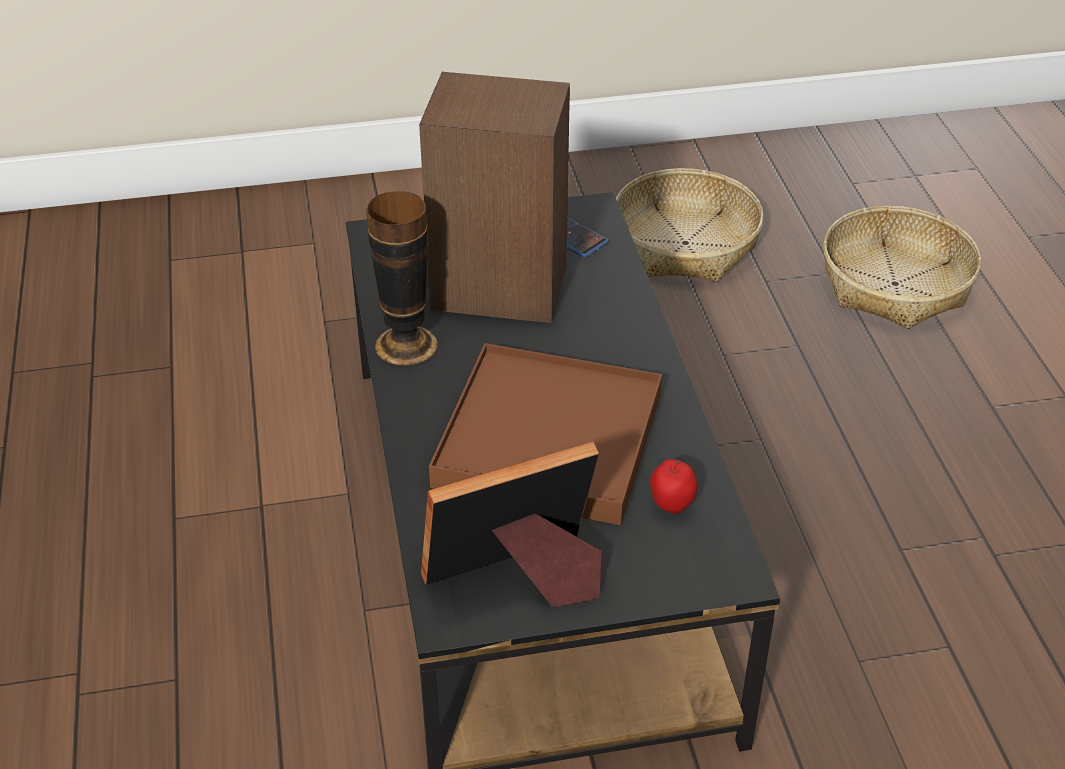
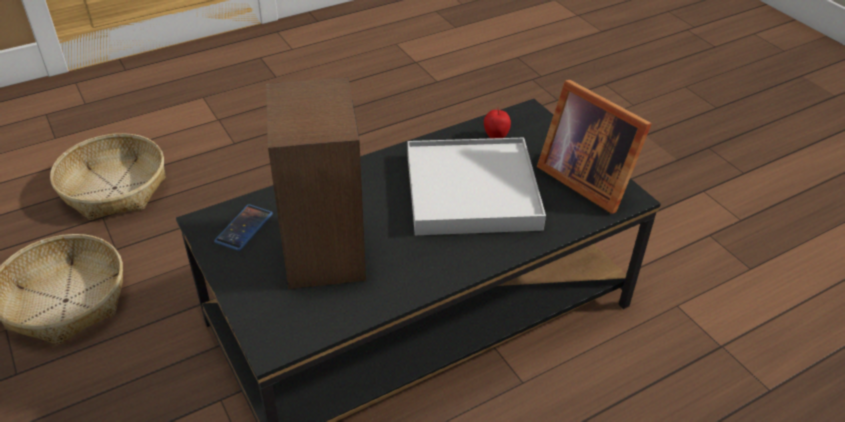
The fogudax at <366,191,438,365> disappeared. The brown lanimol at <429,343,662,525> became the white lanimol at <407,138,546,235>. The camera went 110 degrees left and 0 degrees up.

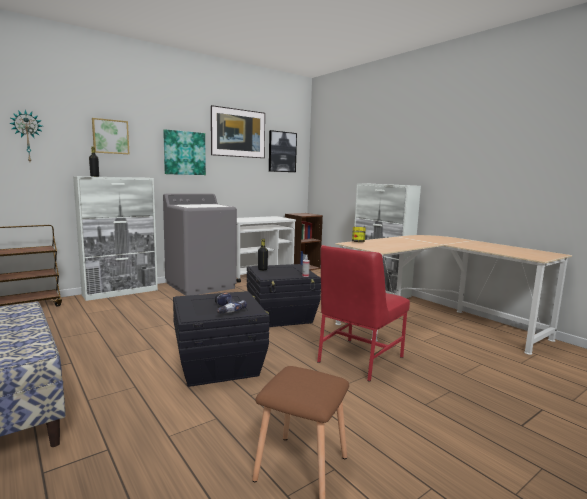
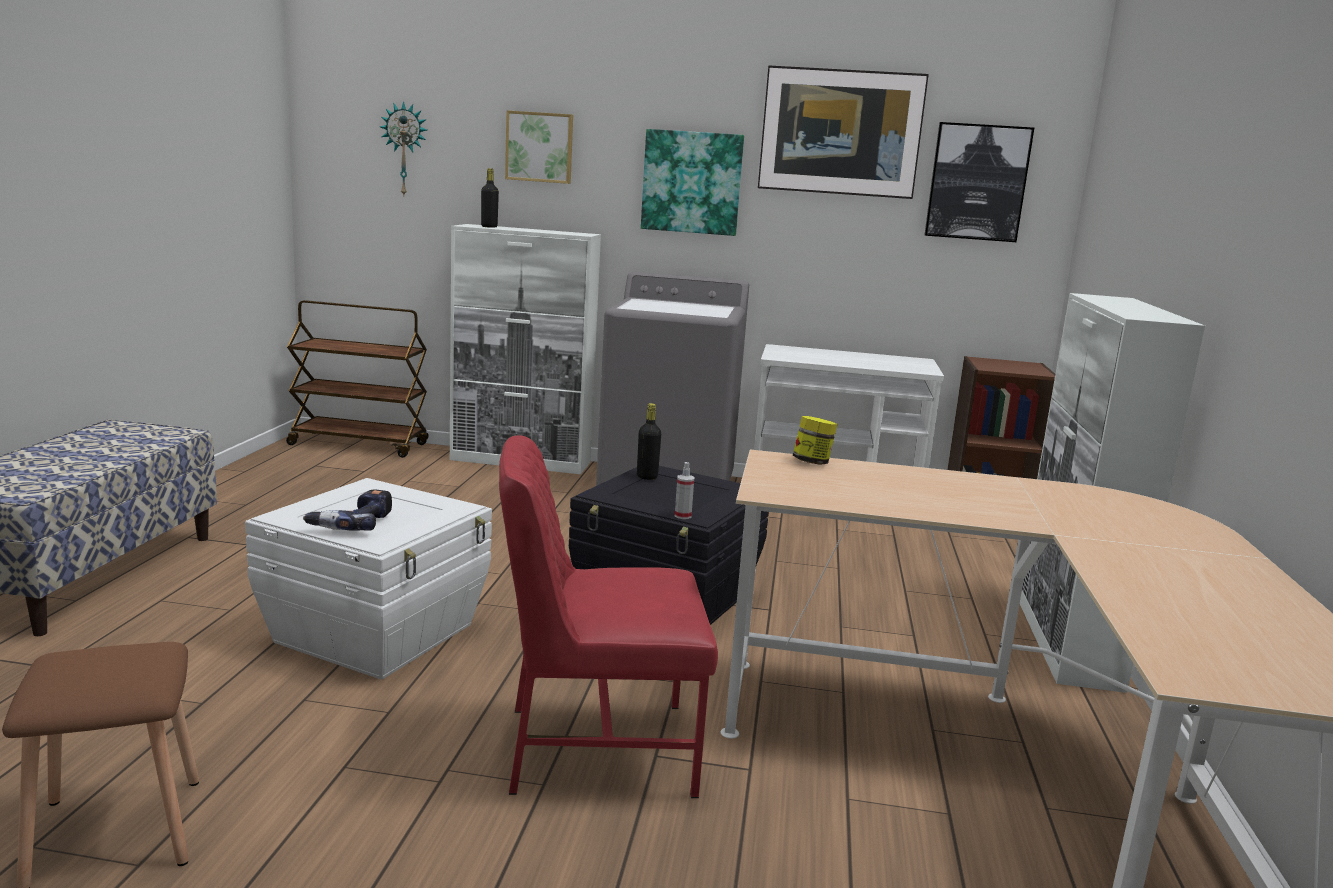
The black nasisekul at <173,291,269,387> became the white nasisekul at <245,478,492,680>. The camera went 45 degrees right and 5 degrees up.

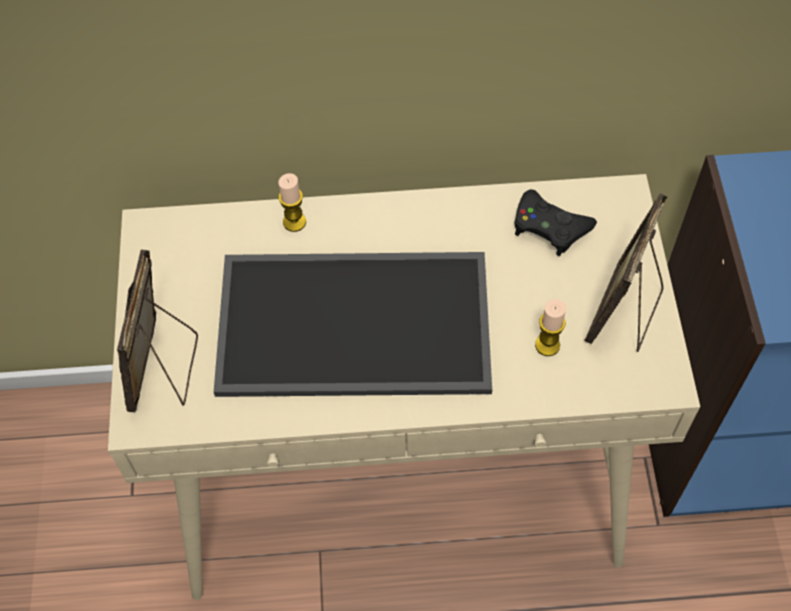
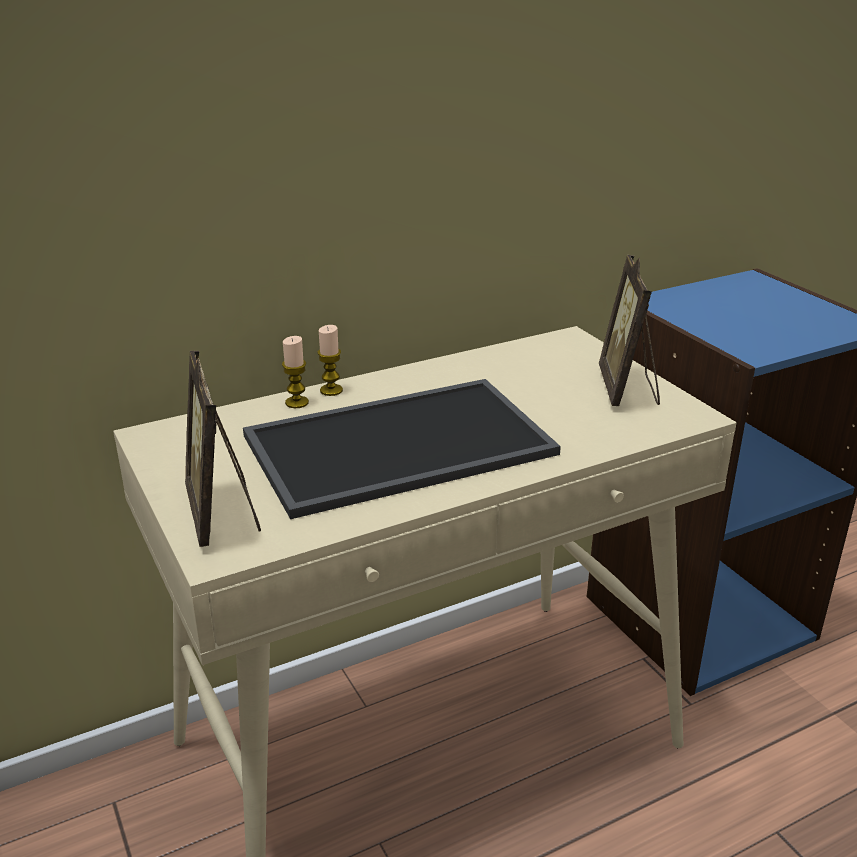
The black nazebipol at <515,189,597,256> disappeared. The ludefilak moved from <535,299,566,356> to <317,325,343,396>. The camera went 25 degrees left and 30 degrees down.

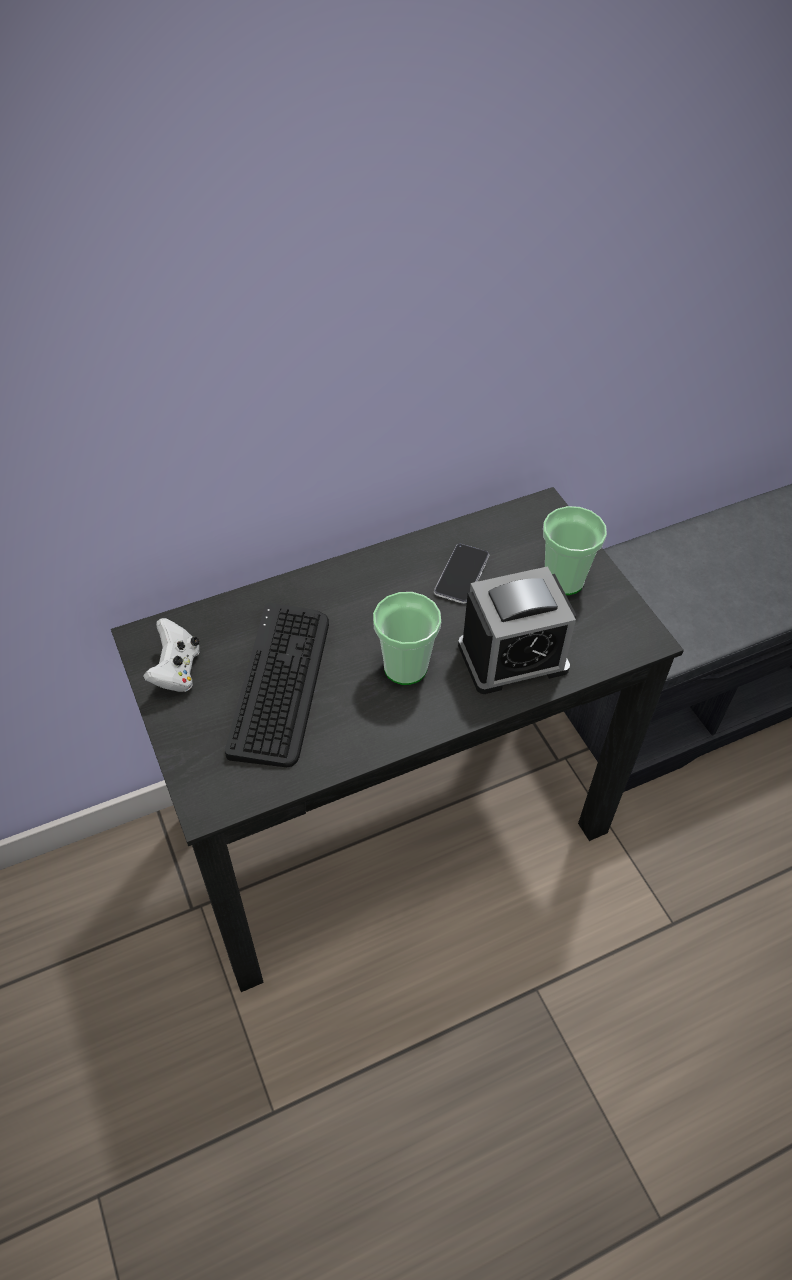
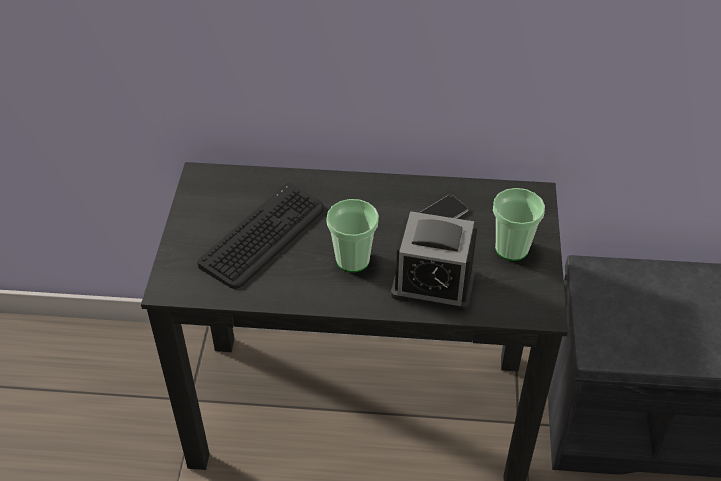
The white nazebipol at <143,618,200,692> disappeared. The camera went 30 degrees right and 5 degrees down.

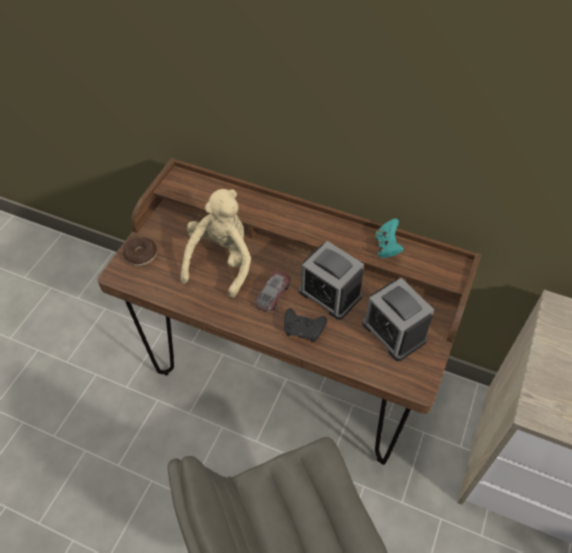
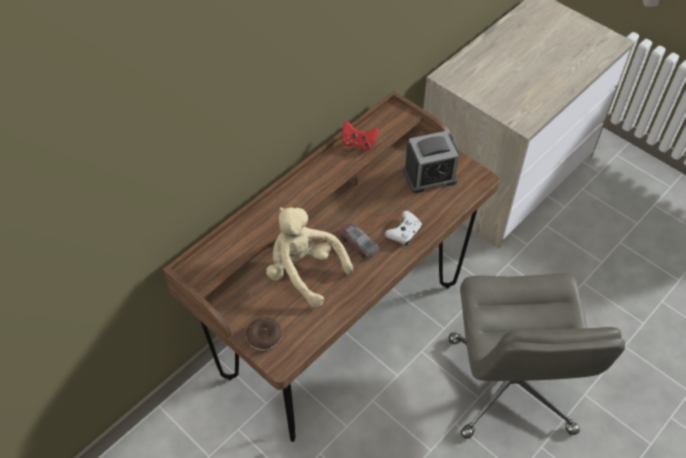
The turquoise nazebipol at <375,218,404,258> became the red nazebipol at <342,121,379,151>. The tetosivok at <299,241,364,320> disappeared. The black nazebipol at <284,308,327,342> became the white nazebipol at <385,211,422,246>. The camera went 70 degrees left and 0 degrees up.

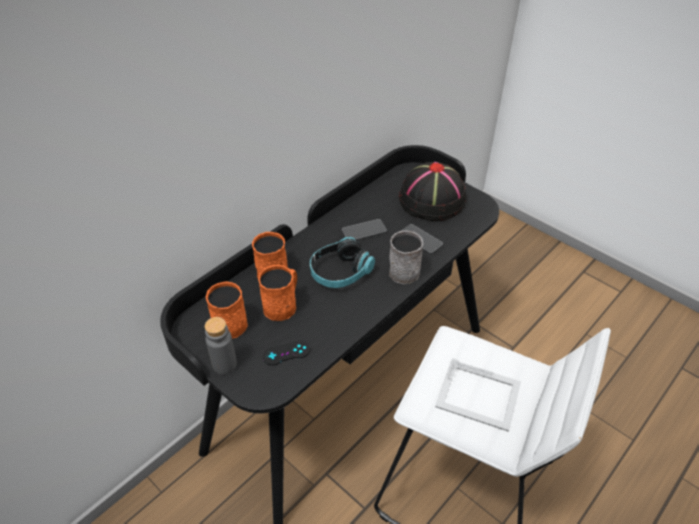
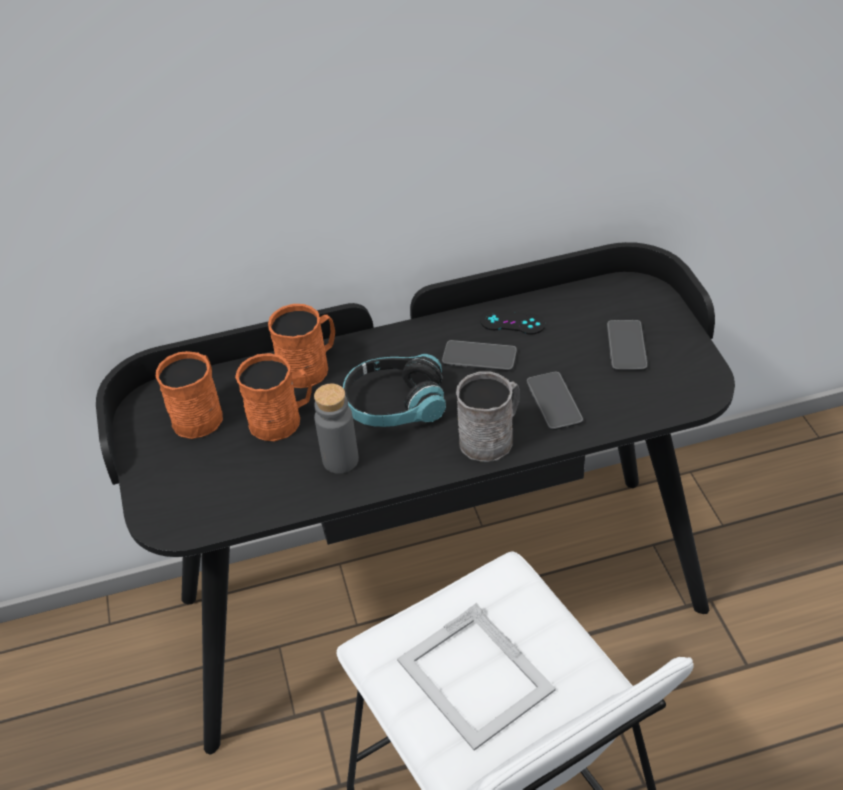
The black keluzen at <399,162,466,221> was replaced by the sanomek at <607,320,648,371>. The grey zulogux moved from <205,317,237,375> to <314,384,359,474>. The black nazebipol moved from <263,341,310,365> to <480,310,545,335>. The camera went 35 degrees right and 0 degrees up.

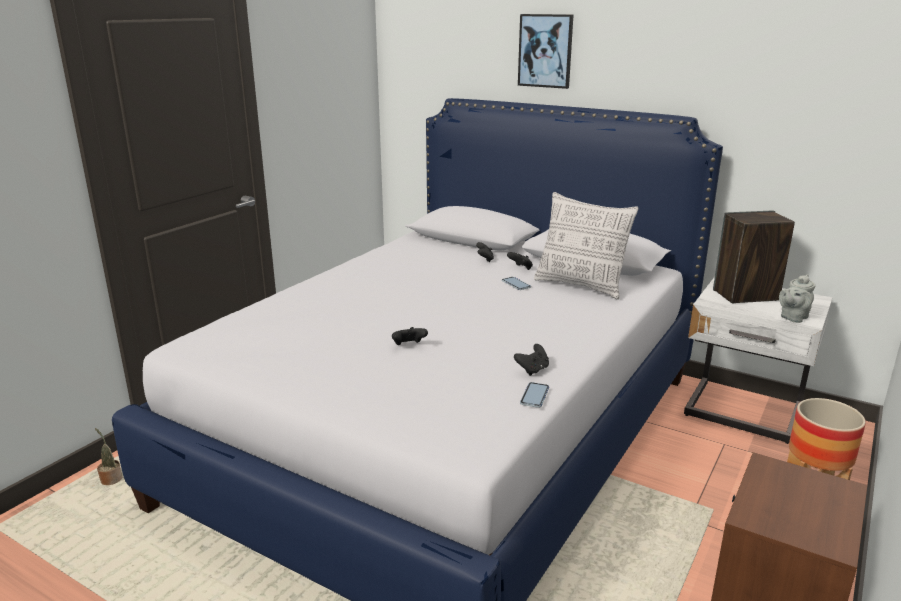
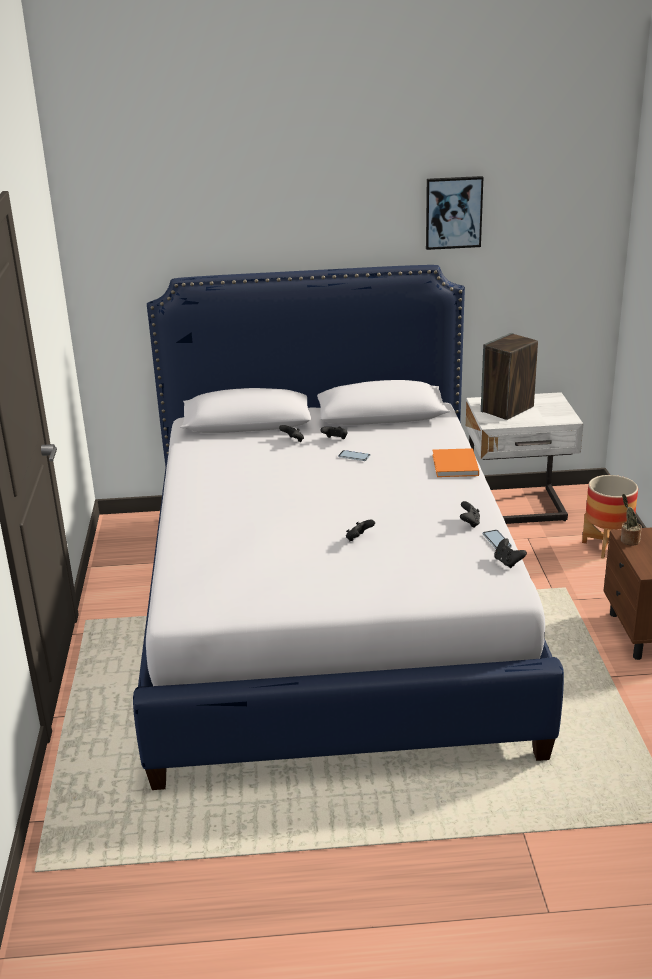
The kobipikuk moved from <518,14,573,89> to <426,176,483,250>. The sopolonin at <534,192,639,300> disappeared. The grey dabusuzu at <779,274,815,323> disappeared. The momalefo moved from <95,428,122,485> to <621,494,642,546>. The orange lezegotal at <432,448,479,477> appeared. The black nazebipol at <494,538,527,568> appeared. The camera went 35 degrees left and 5 degrees up.

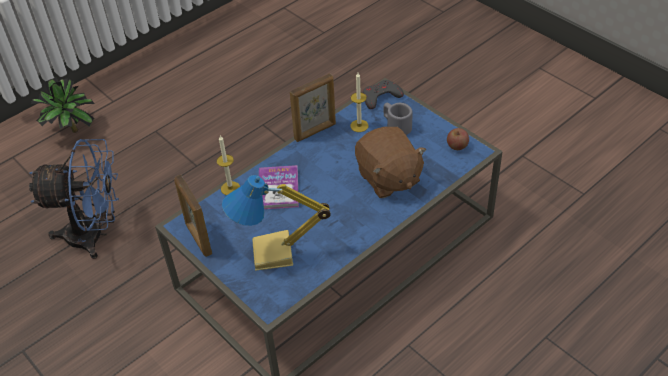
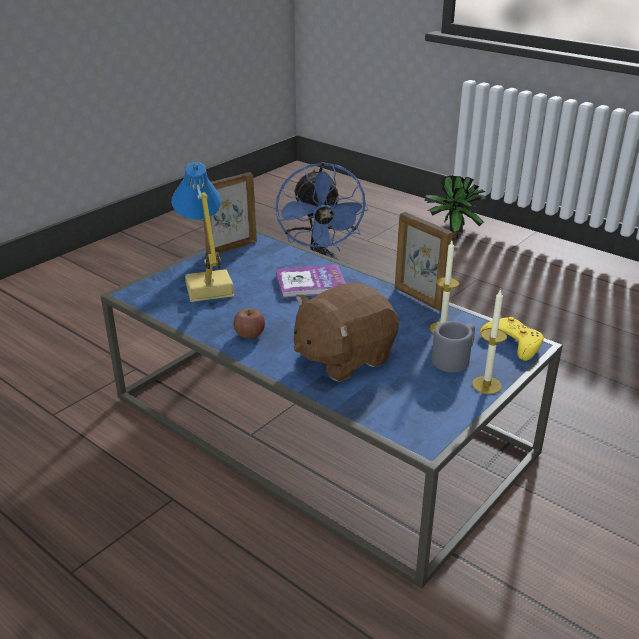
The grey nazebipol at <363,80,404,109> became the yellow nazebipol at <480,317,544,361>. The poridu moved from <447,128,469,150> to <234,308,265,339>. The ludefilak moved from <217,136,240,195> to <472,289,507,394>. The camera went 80 degrees right and 15 degrees down.

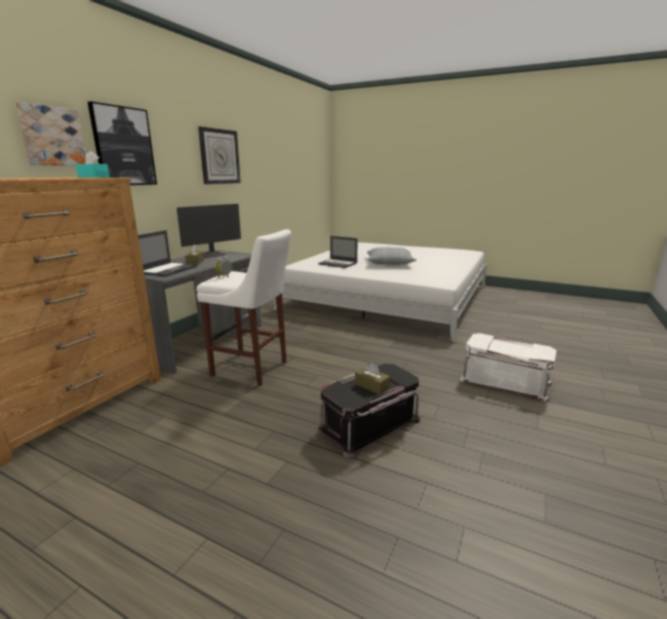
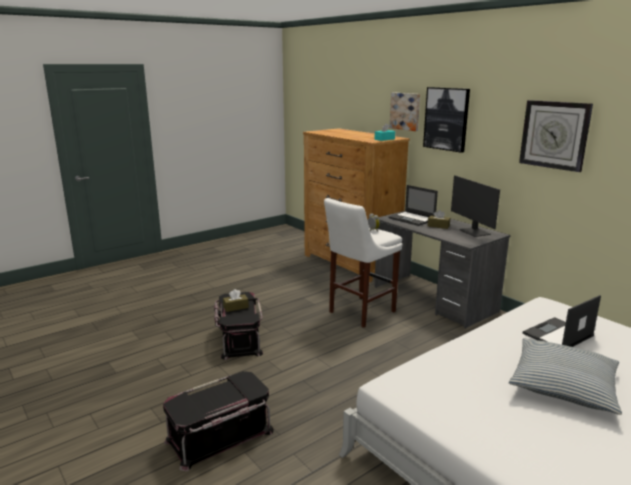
The white nasisekul at <460,333,557,403> became the black nasisekul at <163,371,274,471>. The camera went 115 degrees right and 0 degrees up.

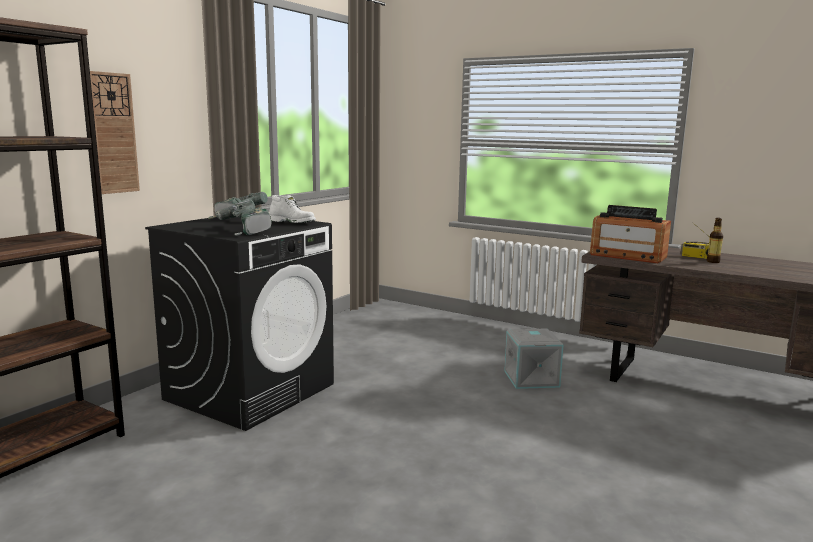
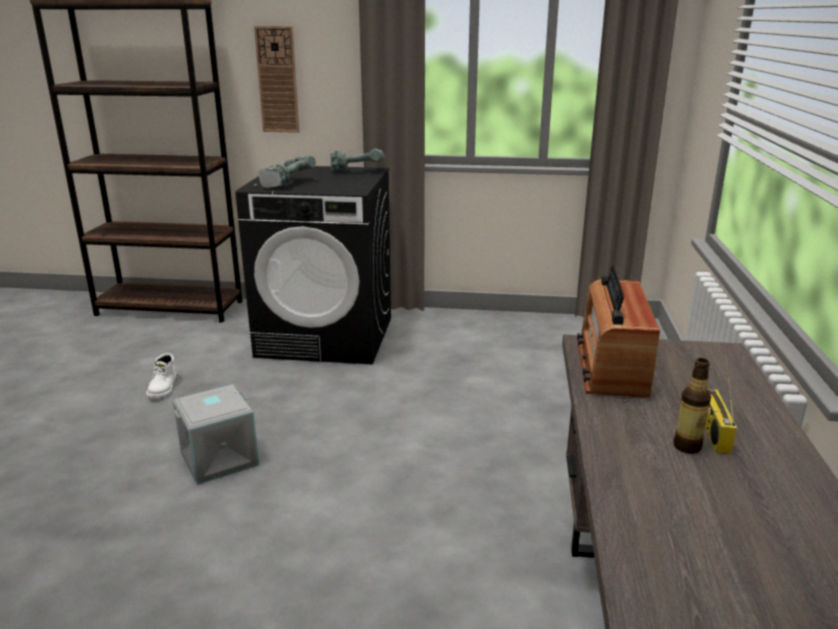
The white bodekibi moved from <269,195,316,223> to <146,353,177,398>. The grey nasisekul moved from <504,328,563,389> to <173,385,259,485>. The camera went 65 degrees right and 10 degrees up.

